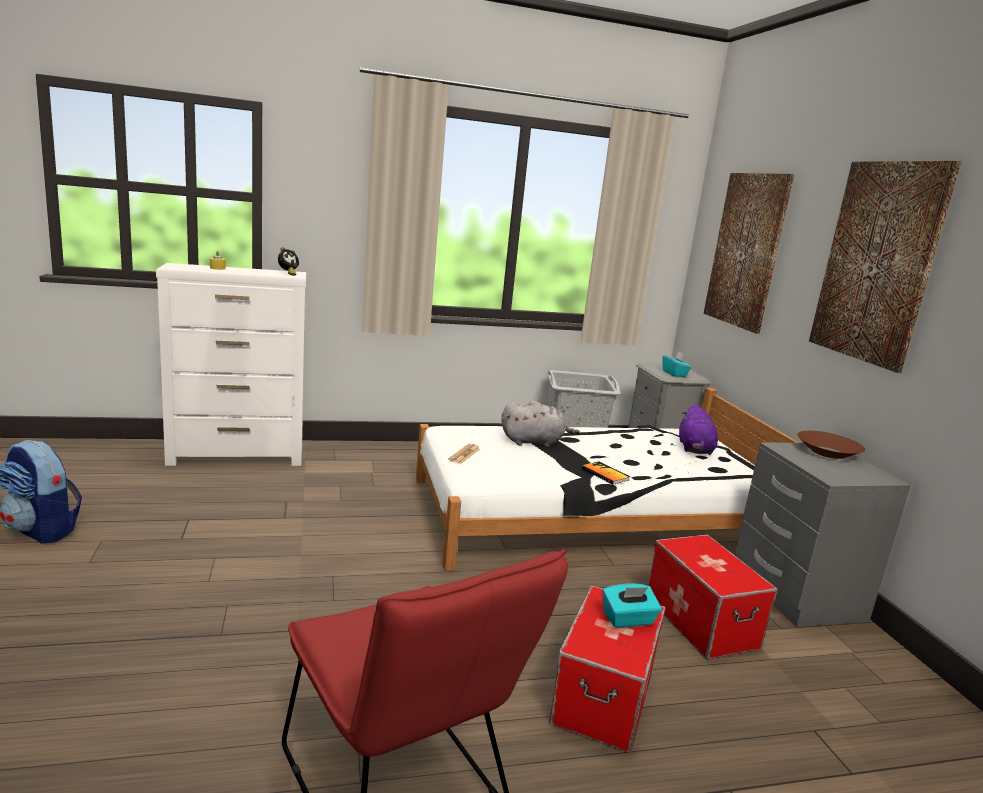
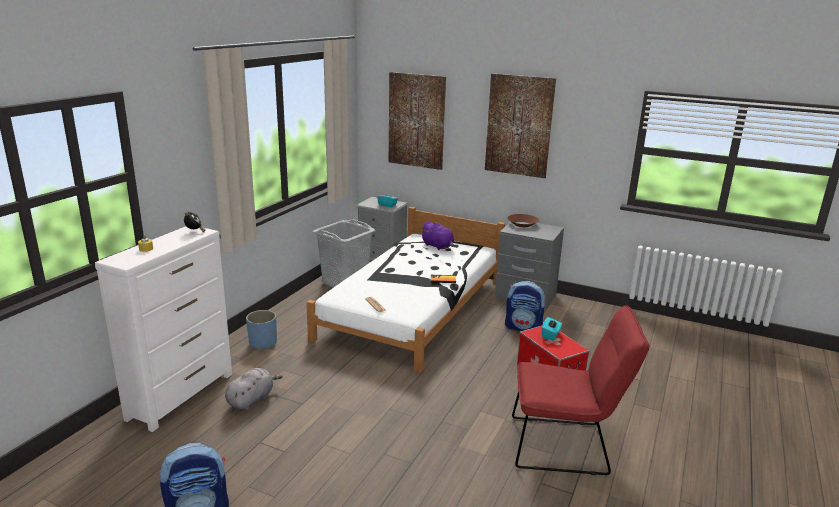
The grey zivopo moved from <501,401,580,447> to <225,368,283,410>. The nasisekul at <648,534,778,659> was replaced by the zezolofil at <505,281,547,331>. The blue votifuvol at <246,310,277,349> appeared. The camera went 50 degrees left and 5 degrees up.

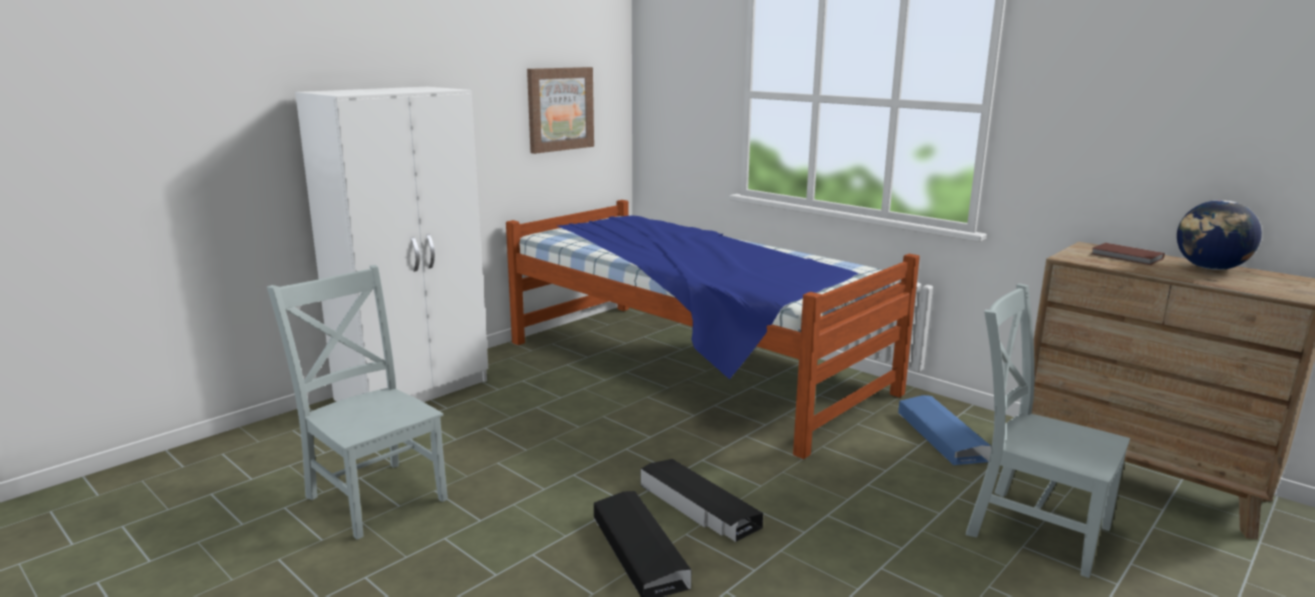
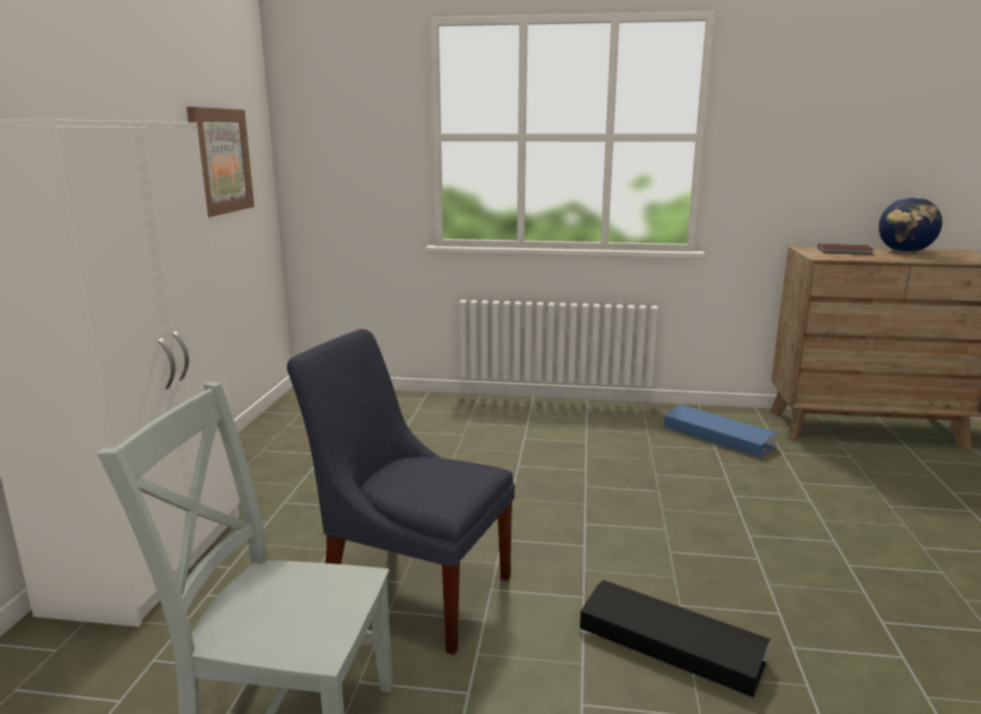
The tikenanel at <506,200,920,459> disappeared. The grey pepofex at <966,283,1130,578> disappeared. The black nasisekul at <641,459,763,542> disappeared. The blue pepofex at <287,329,515,655> appeared. The camera went 35 degrees left and 0 degrees up.

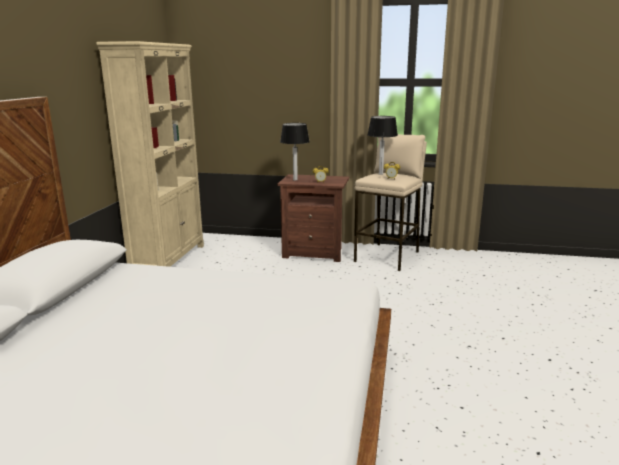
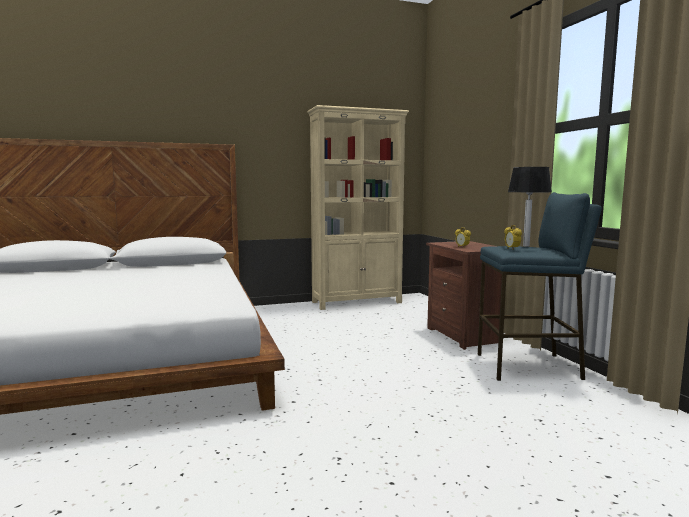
The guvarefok at <280,123,310,181> disappeared. The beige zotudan at <354,134,427,271> became the blue zotudan at <478,192,602,381>. The camera went 60 degrees right and 10 degrees down.

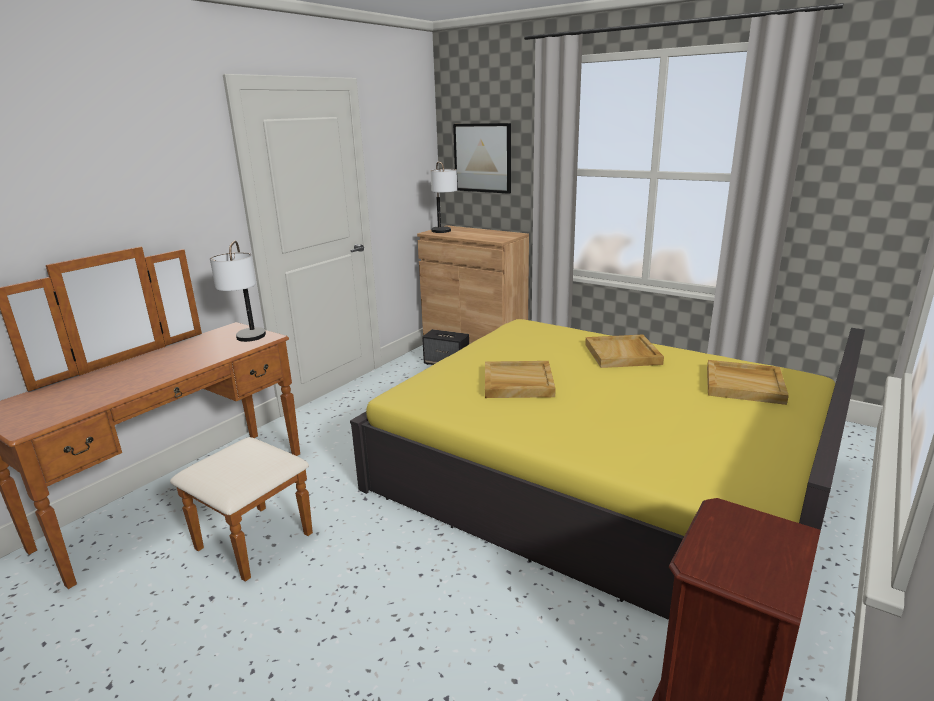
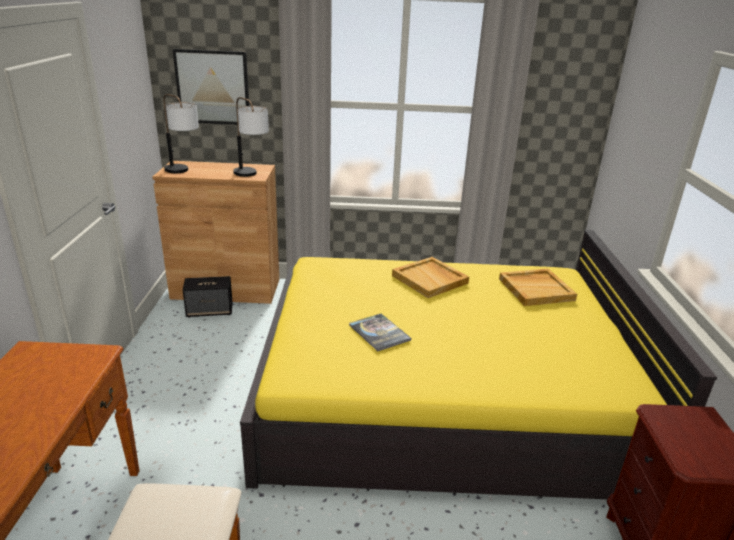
The guvarefok moved from <210,240,266,342> to <233,97,269,177>. The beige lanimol at <485,361,556,398> was replaced by the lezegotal at <349,314,411,351>. The camera went 35 degrees left and 5 degrees up.

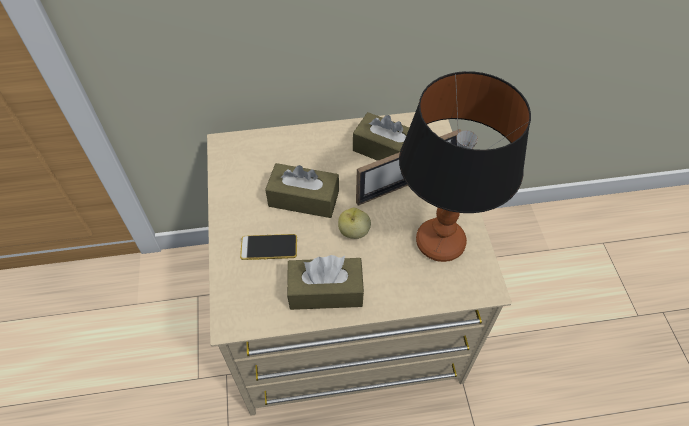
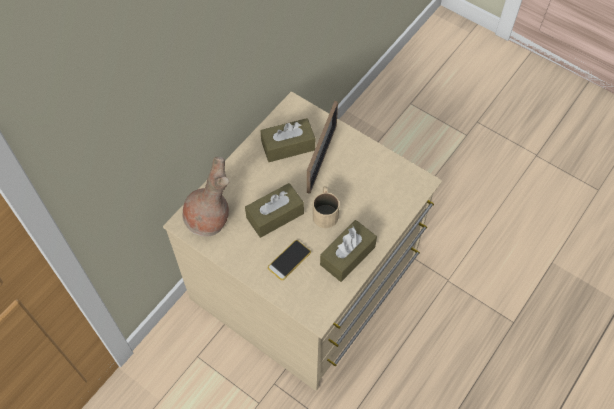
The guvarefok at <399,71,531,262> disappeared. The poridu at <338,208,371,239> was replaced by the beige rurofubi at <313,186,339,228>. The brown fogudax at <182,157,229,237> appeared. The camera went 45 degrees left and 5 degrees up.

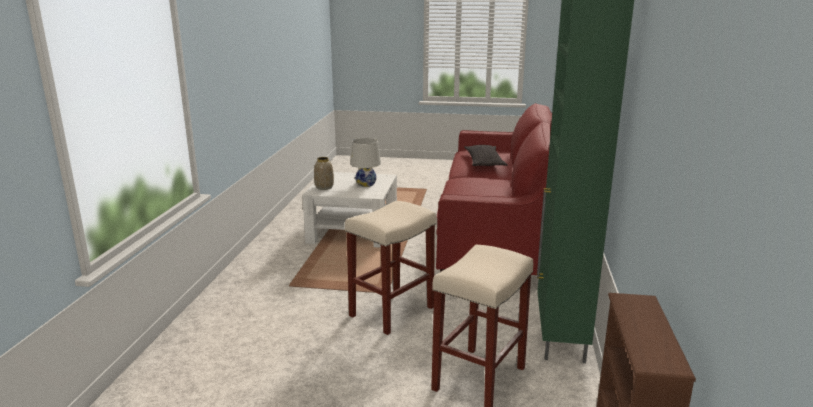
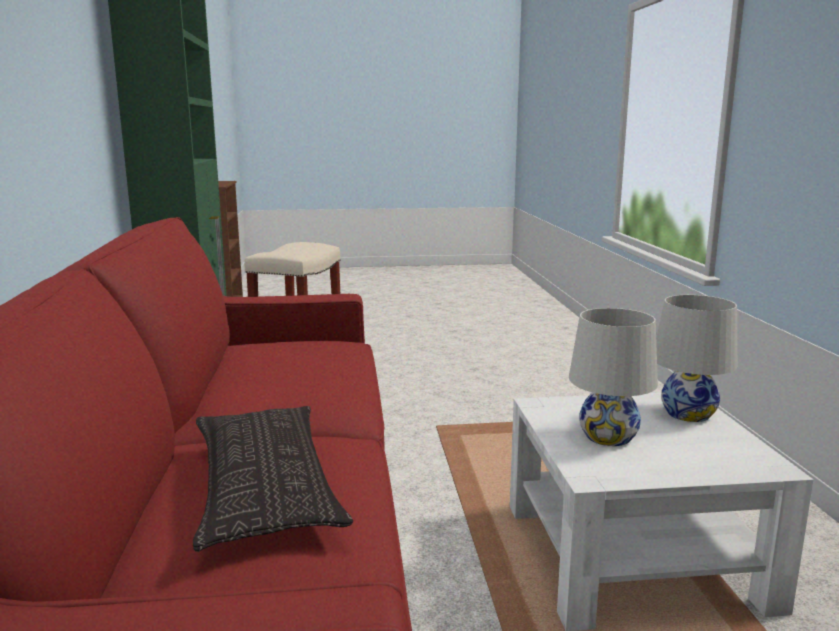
The fogudax at <314,157,334,190> was replaced by the white guvarefok at <656,295,737,422>. The beige zotudan at <345,201,436,335> disappeared. The camera went 165 degrees right and 5 degrees down.

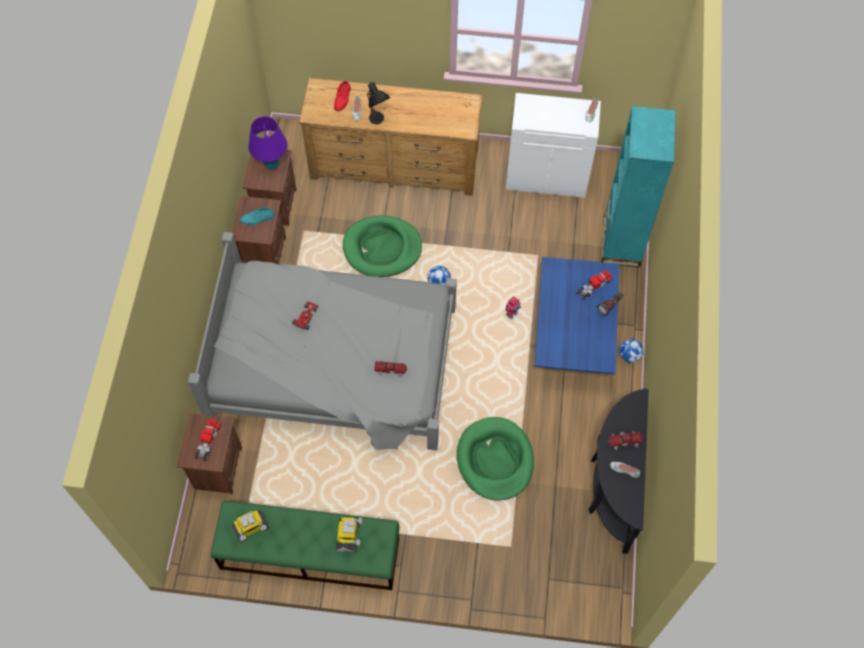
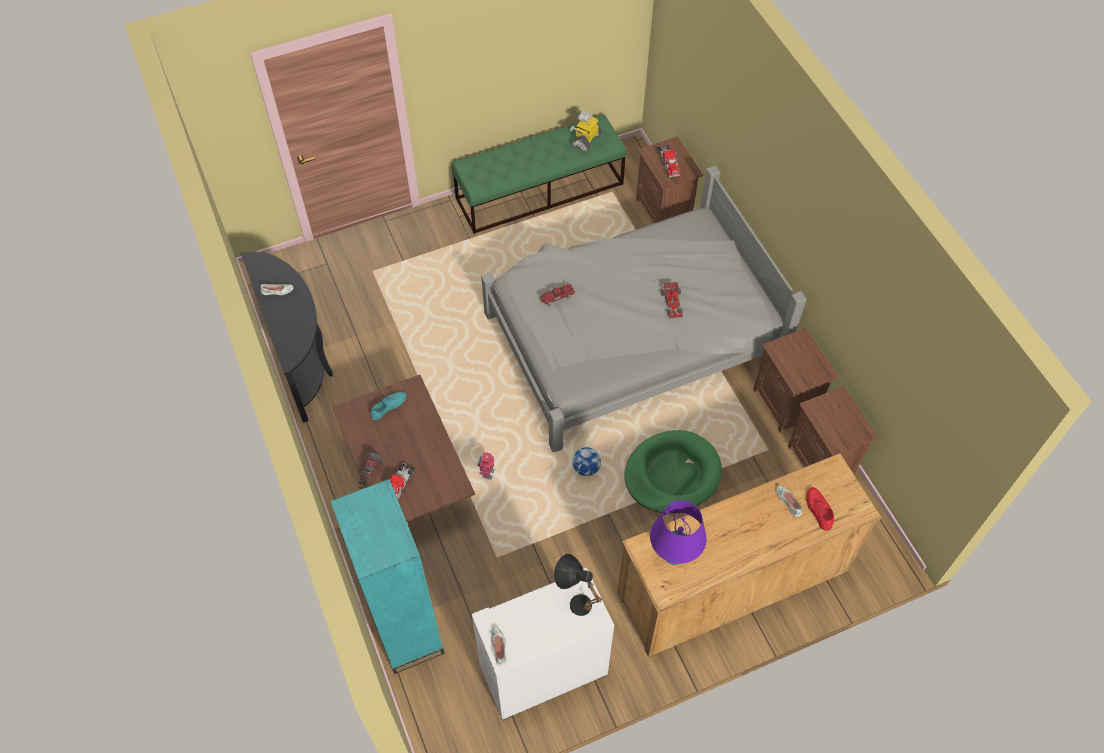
The black guvarefok moved from <367,82,391,124> to <554,554,602,616>. The purple guvarefok moved from <249,116,287,170> to <650,500,706,565>. The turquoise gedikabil moved from <240,207,275,225> to <370,392,406,421>. The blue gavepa at <535,257,619,374> became the brown gavepa at <333,375,475,522>. The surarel at <619,339,644,363> disappeared. The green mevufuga at <457,417,534,500> disappeared. The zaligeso at <608,431,643,451> disappeared. The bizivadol at <336,516,363,553> disappeared. The camera went 150 degrees right and 5 degrees down.

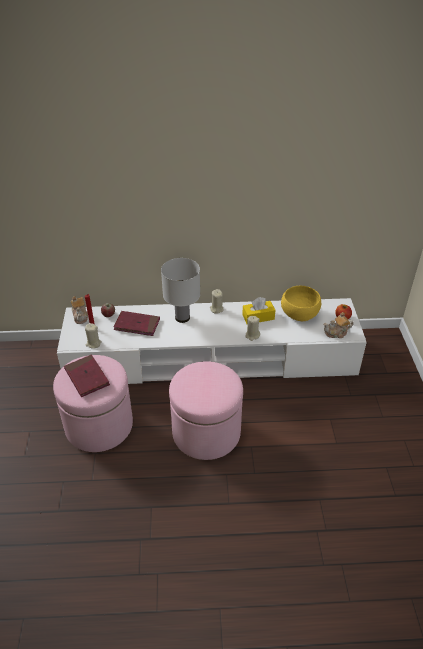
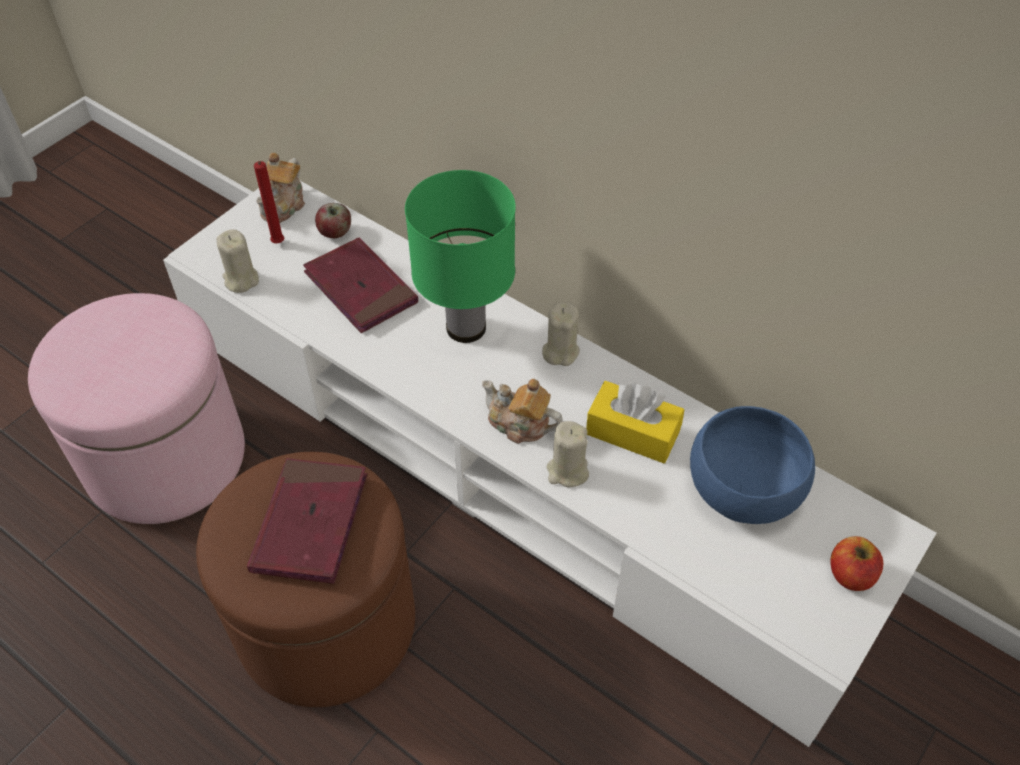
The white guvarefok at <161,258,200,323> became the green guvarefok at <405,170,516,343>. The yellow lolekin at <281,286,321,321> became the blue lolekin at <690,406,815,524>. The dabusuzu moved from <324,312,354,338> to <482,379,562,444>. The red lezegotal moved from <64,355,110,397> to <247,458,367,584>. The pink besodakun at <169,361,243,460> became the brown besodakun at <196,452,415,707>. The camera went 40 degrees right and 10 degrees up.

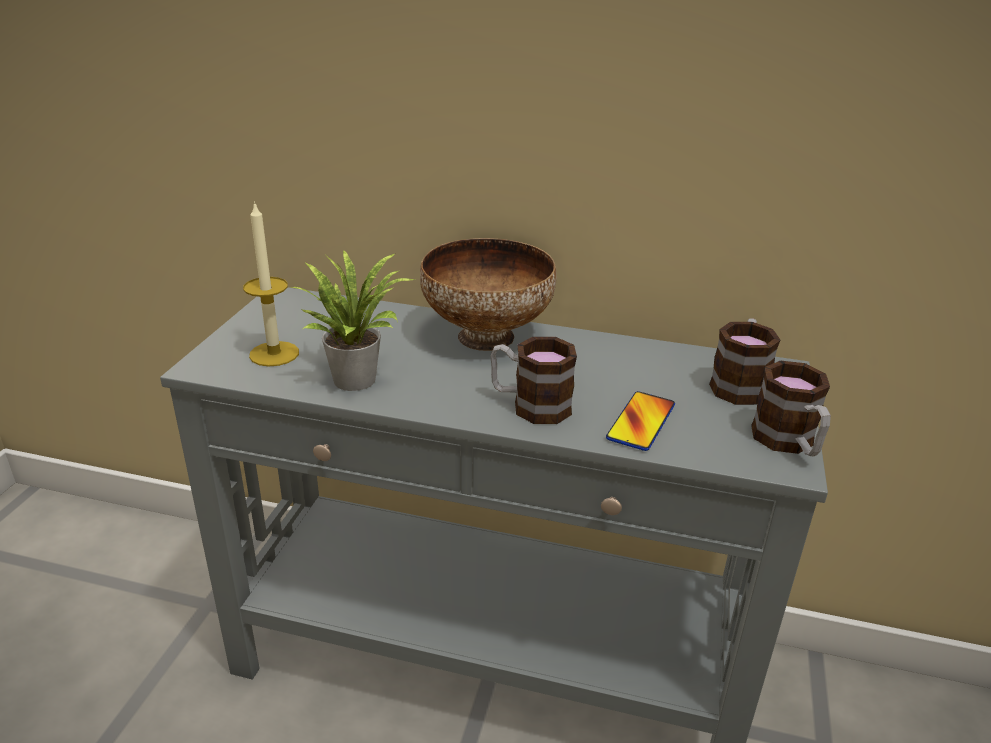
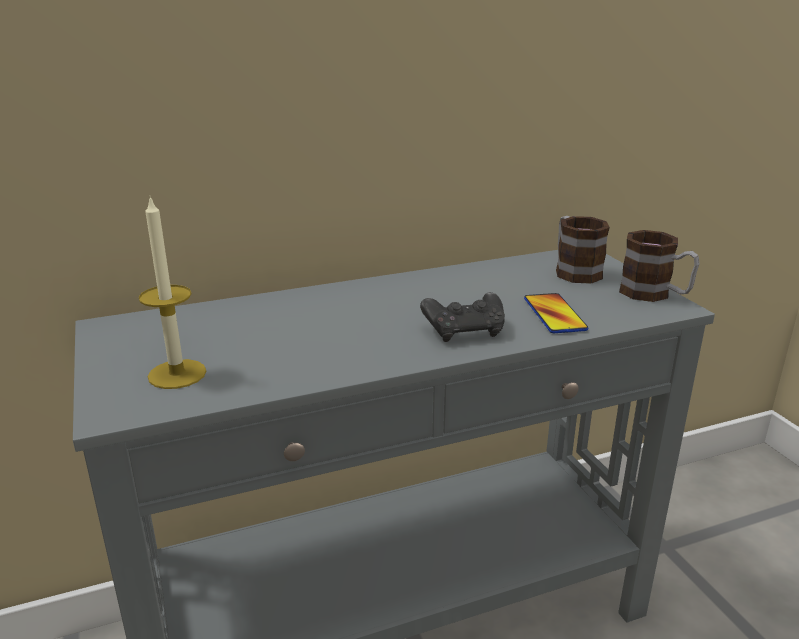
The lolekin at <420,238,557,351> disappeared. The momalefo at <292,250,415,391> disappeared. The rurofubi at <490,337,577,424> was replaced by the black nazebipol at <420,292,505,342>. The camera went 35 degrees left and 5 degrees down.

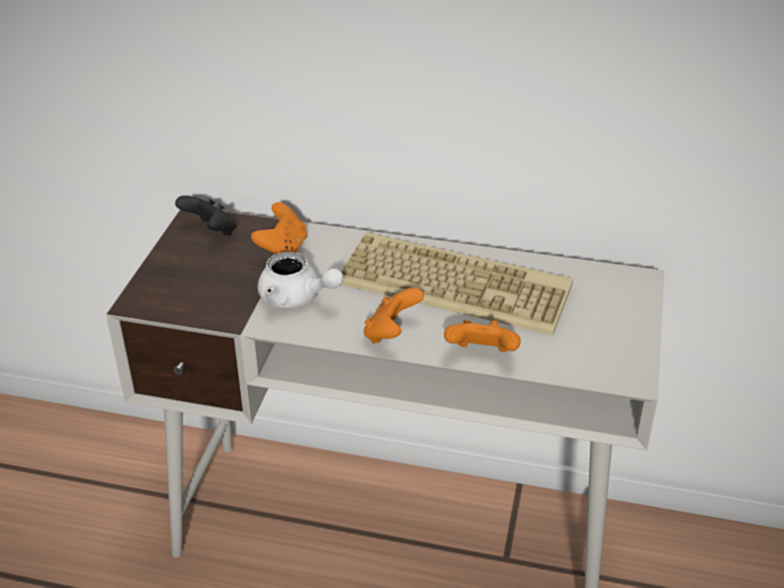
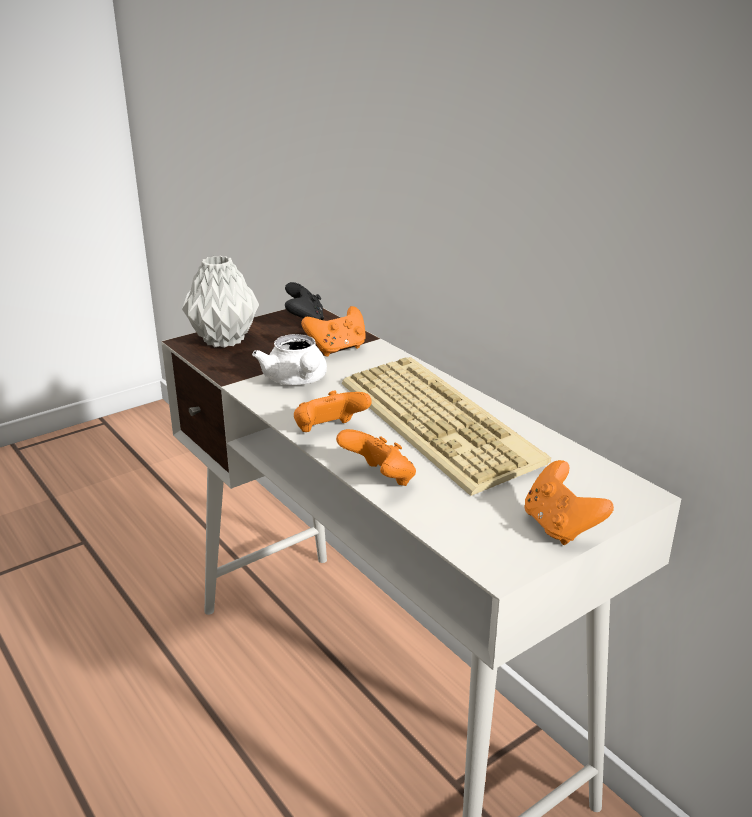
The grey fogudax at <182,255,259,348> appeared. The orange nazebipol at <524,460,614,545> appeared. The camera went 40 degrees right and 10 degrees down.

